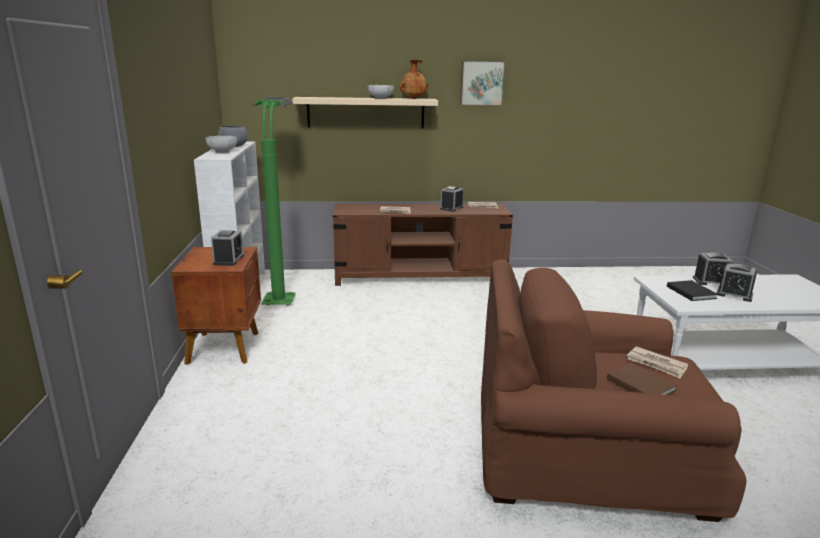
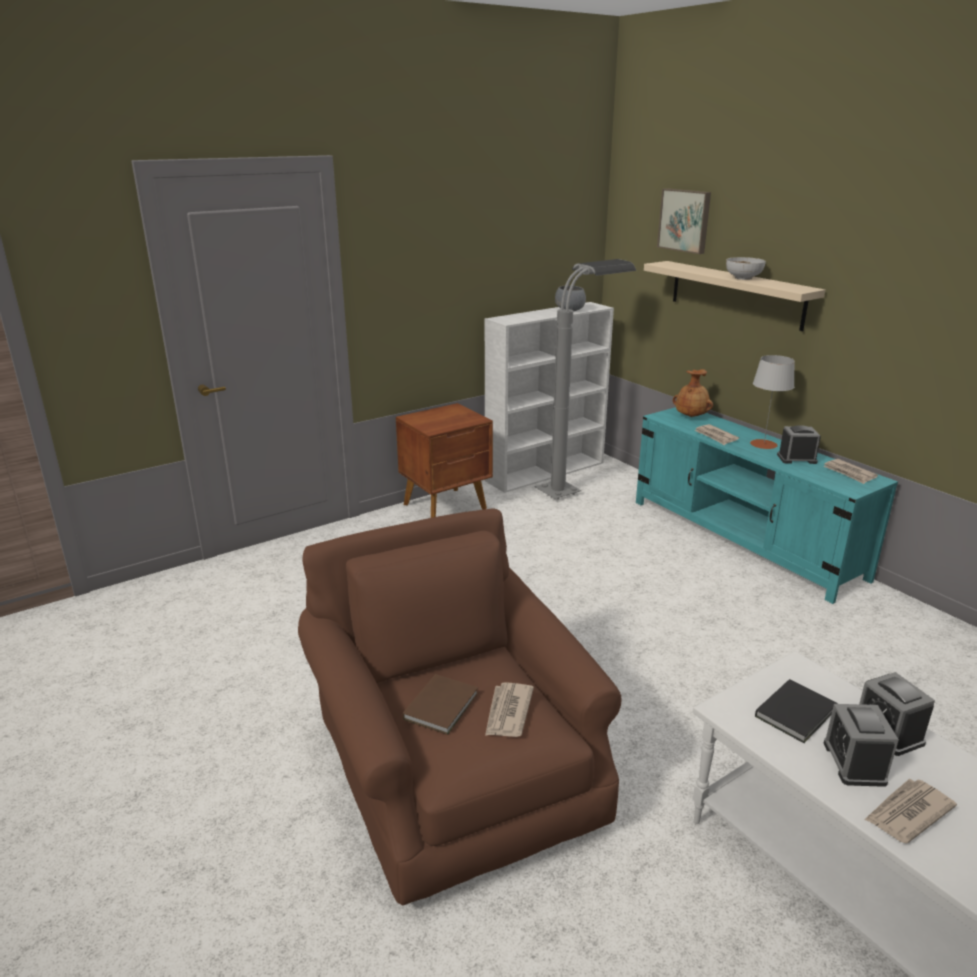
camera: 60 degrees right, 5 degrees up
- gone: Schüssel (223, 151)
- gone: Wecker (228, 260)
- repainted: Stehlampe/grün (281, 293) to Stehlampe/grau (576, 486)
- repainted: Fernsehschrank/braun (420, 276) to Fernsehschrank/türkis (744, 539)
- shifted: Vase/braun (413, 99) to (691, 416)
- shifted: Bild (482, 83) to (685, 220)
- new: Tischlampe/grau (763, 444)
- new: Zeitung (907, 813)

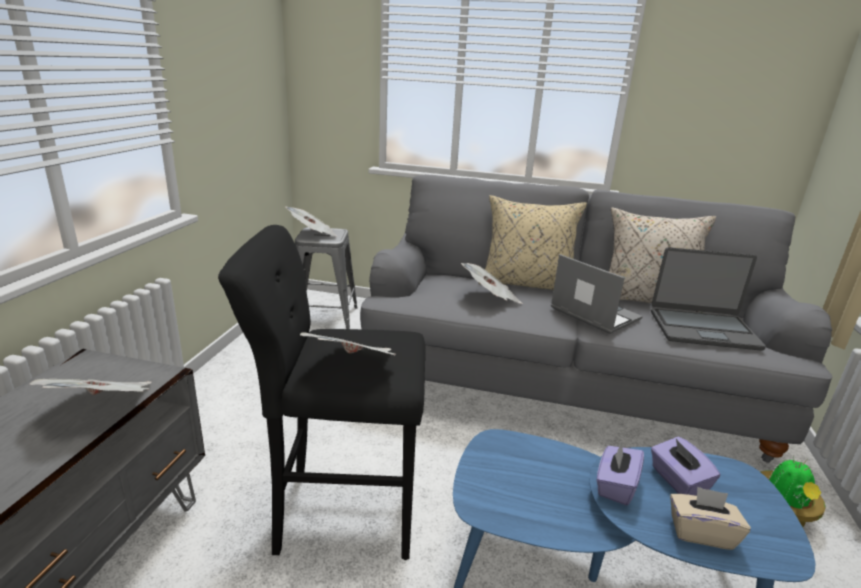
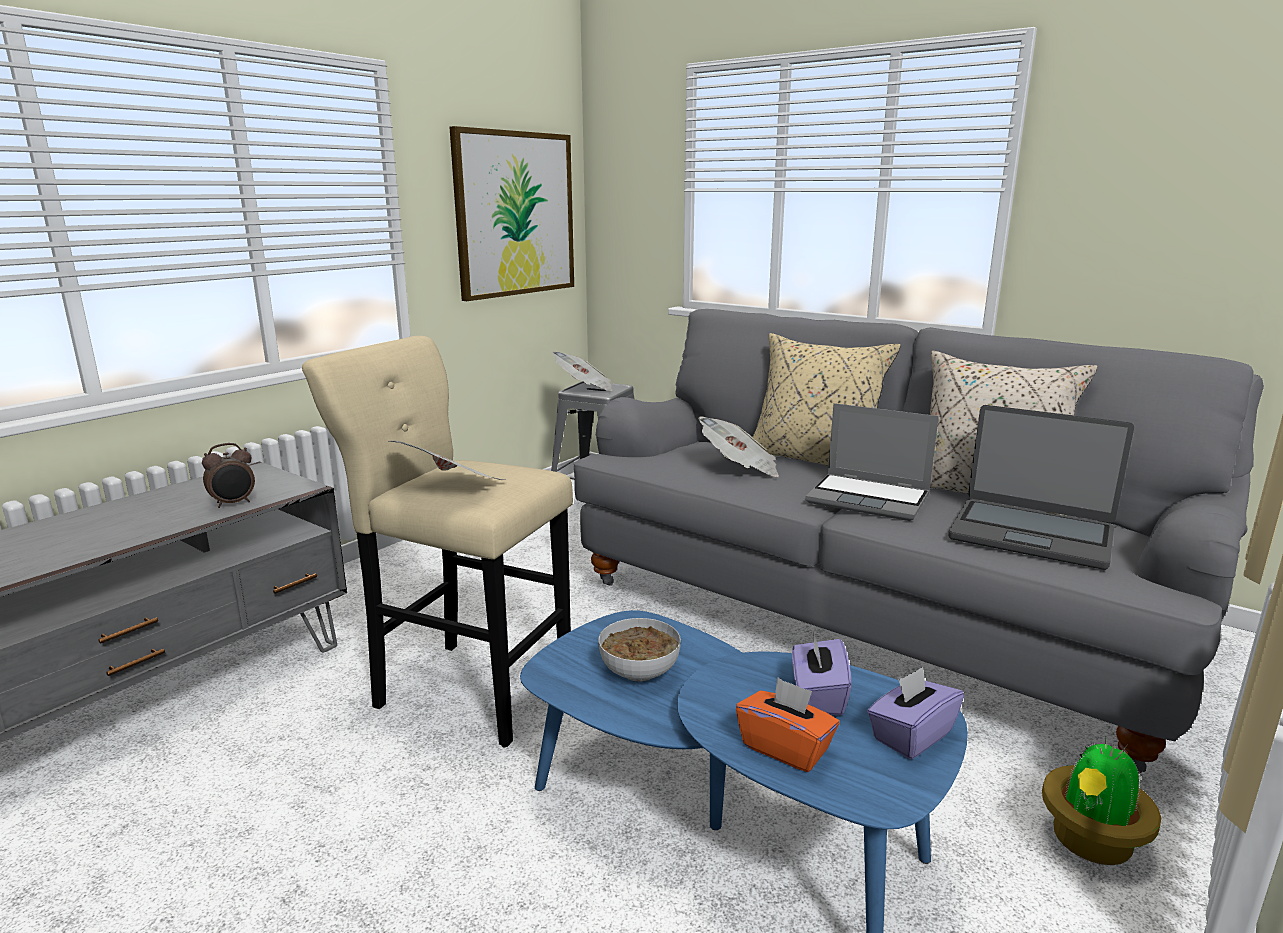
camera: 25 degrees right, 5 degrees down
- swapped: Zeitung (104, 407) to Wecker (234, 503)
- repainted: Hocker/schwarz (339, 513) to Hocker/beige (466, 689)
- rotated: Laptop (593, 314) = (870, 499) 135 degrees clockwise
- shifted: Taschentuchbox/lila (615, 486) to (911, 735)
- repainted: Taschentuchbox/beige (700, 532) to Taschentuchbox/orange (785, 748)
- new: Bild (515, 214)
- new: Schüssel (639, 672)

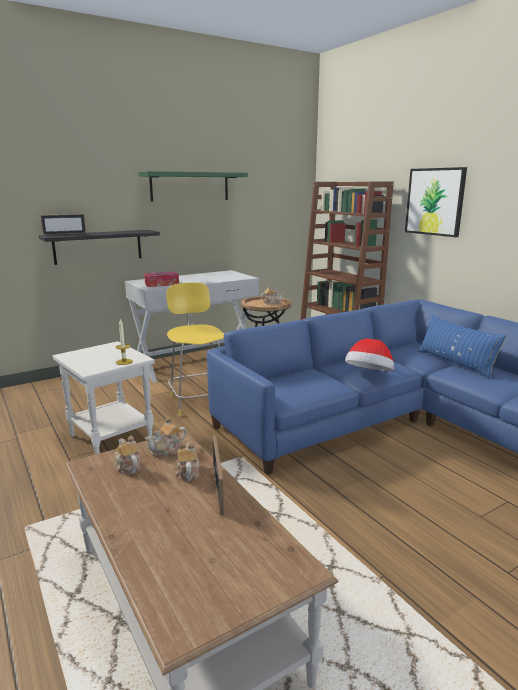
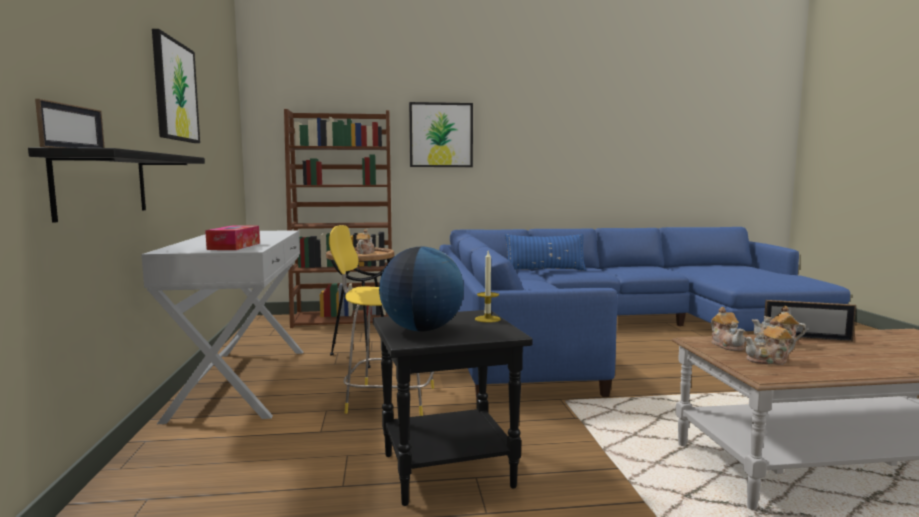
camera: 65 degrees left, 10 degrees down
- repainted: Beistelltisch/weiß (112, 438) to Beistelltisch/schwarz (448, 469)
- swapped: Wandregal/grün (190, 186) to Bild (174, 91)
- gone: Hut (369, 375)
- new: Globus (422, 330)

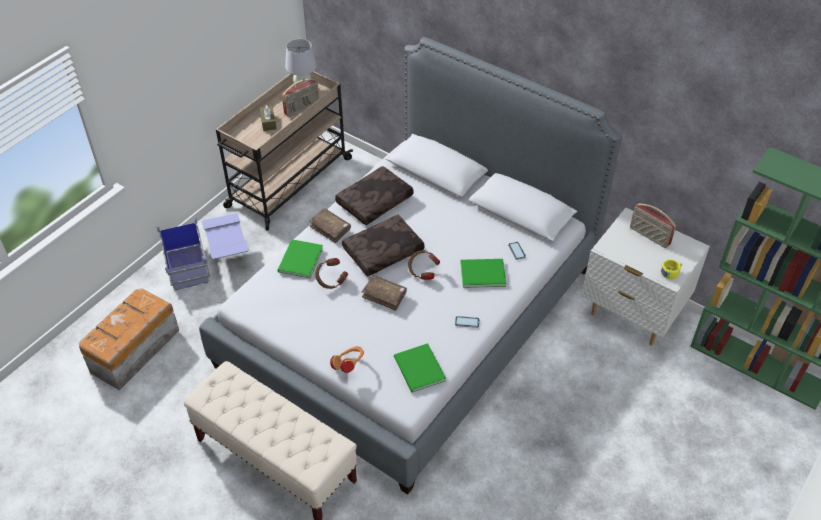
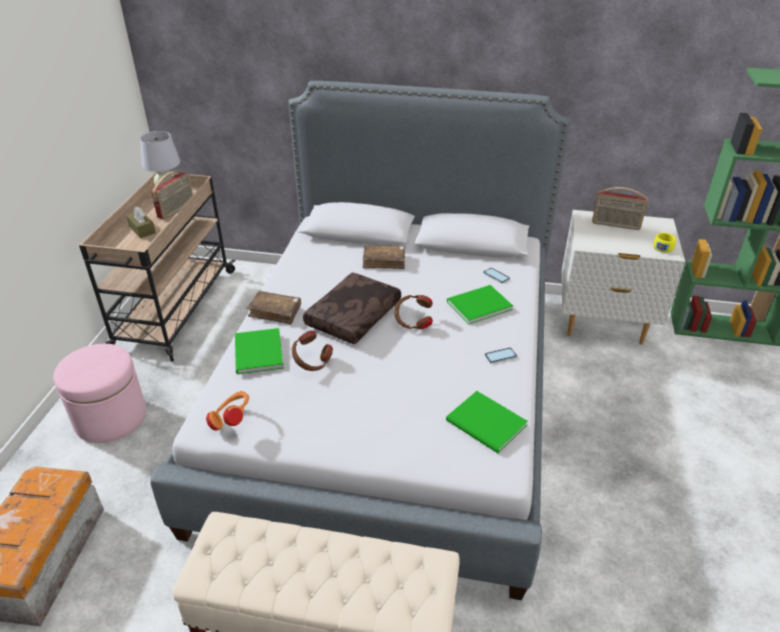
camera: 25 degrees left, 10 degrees down
- swapped: Aufbewahrungsbox/blau (208, 263) to Polsterhocker/rosa (110, 418)
- shifted: Kopfhörer/orange (349, 365) to (232, 420)
- gone: Kissen/braun (375, 202)
- shifted: Buch/braun (384, 295) to (384, 261)

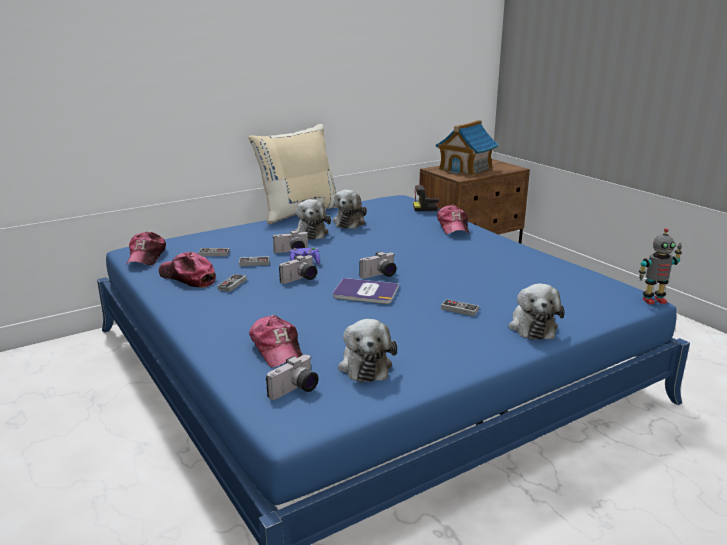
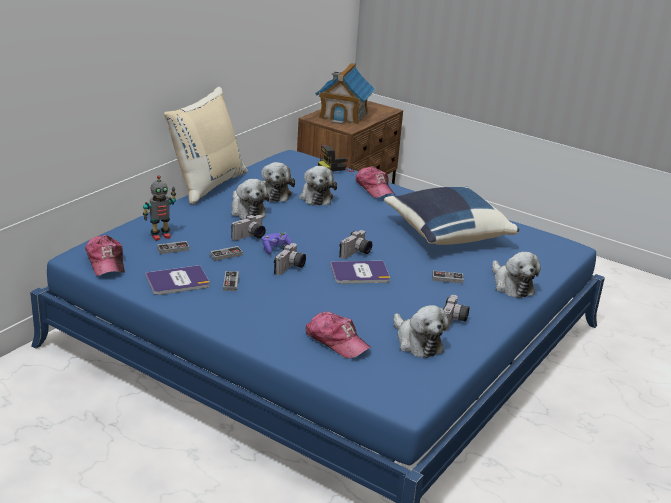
camera: 25 degrees left, 5 degrees up
- swapped: Kappe (187, 277) to Buch (177, 281)
- shifted: Kamera (295, 390) to (454, 322)
- shifted: Spielzeugroboter (653, 300) to (160, 236)
- new: Plüschtier (316, 197)
- new: Kissen/blau (446, 234)

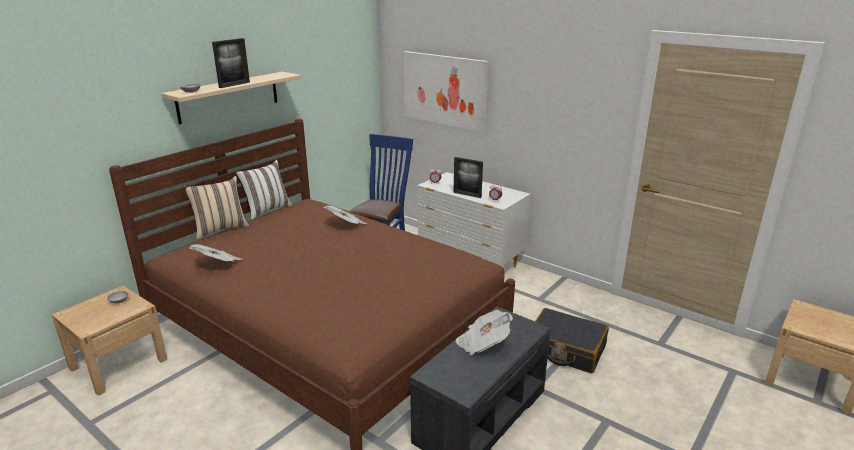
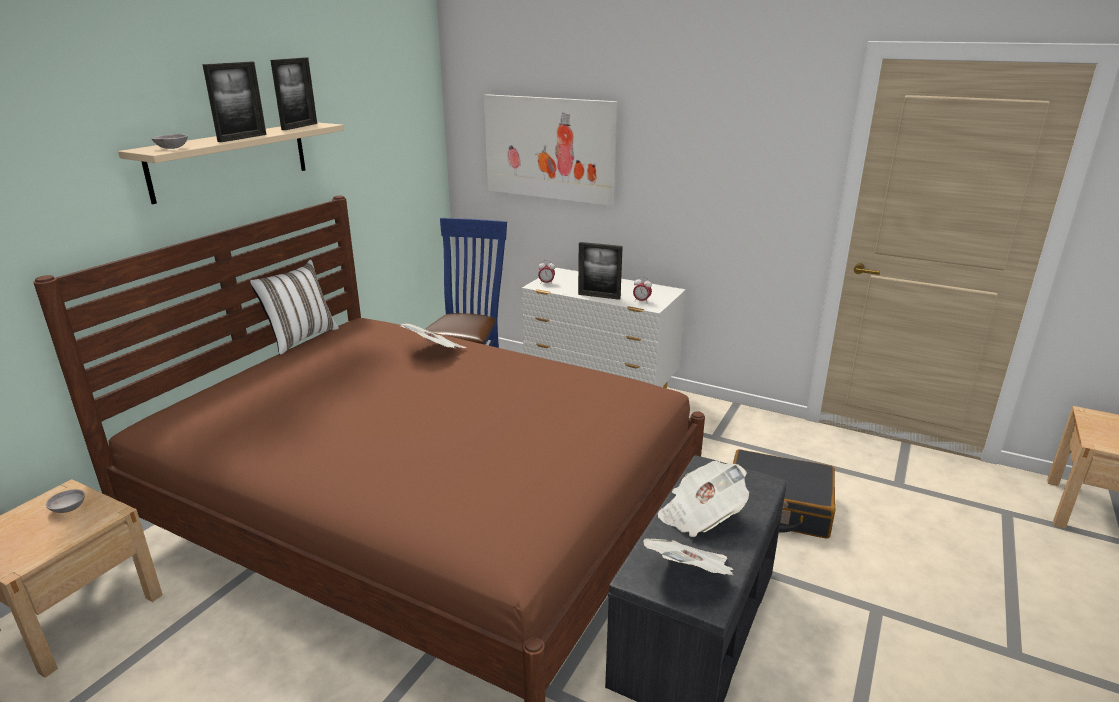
camera: 10 degrees left, 0 degrees up
- gone: Kissen/beige (220, 229)
- shifted: Zeitung (218, 264) to (690, 575)
- new: Bilderrahmen (299, 126)

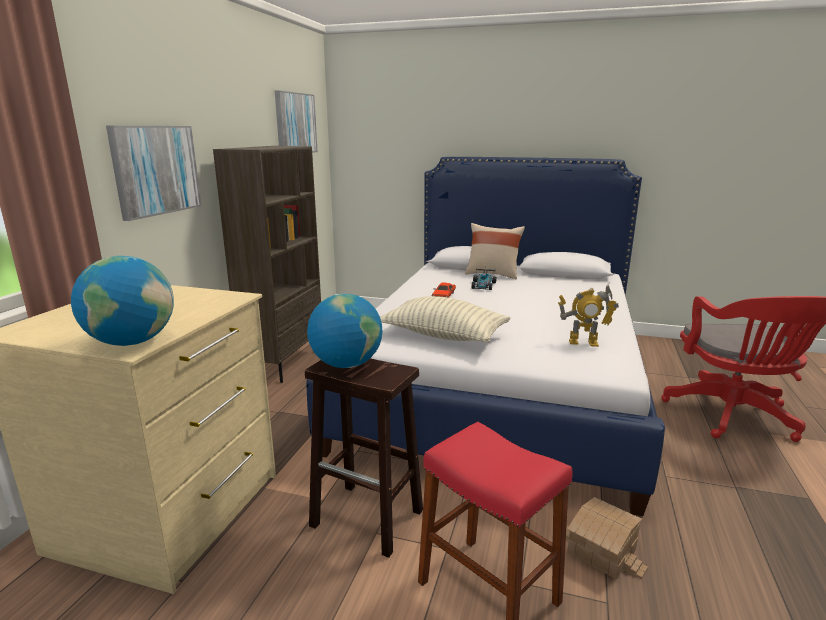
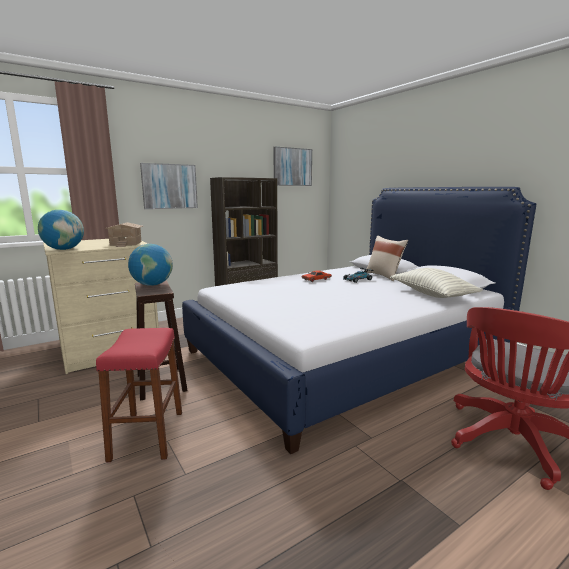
camera: 40 degrees right, 5 degrees down
- shifted: Kissen (443, 336) to (432, 294)
- gone: Spielzeugroboter (583, 343)
- shifted: Spielzeughaus (601, 552) to (125, 243)

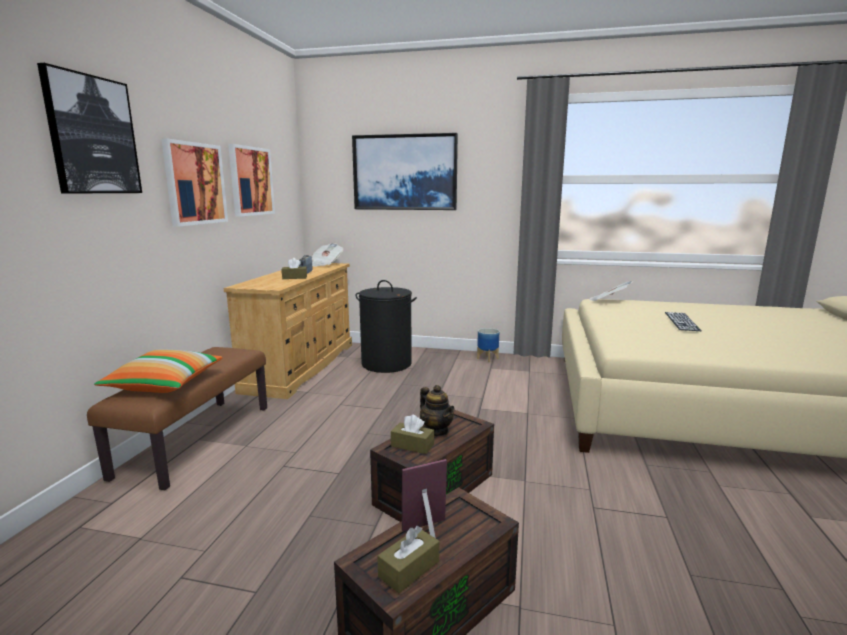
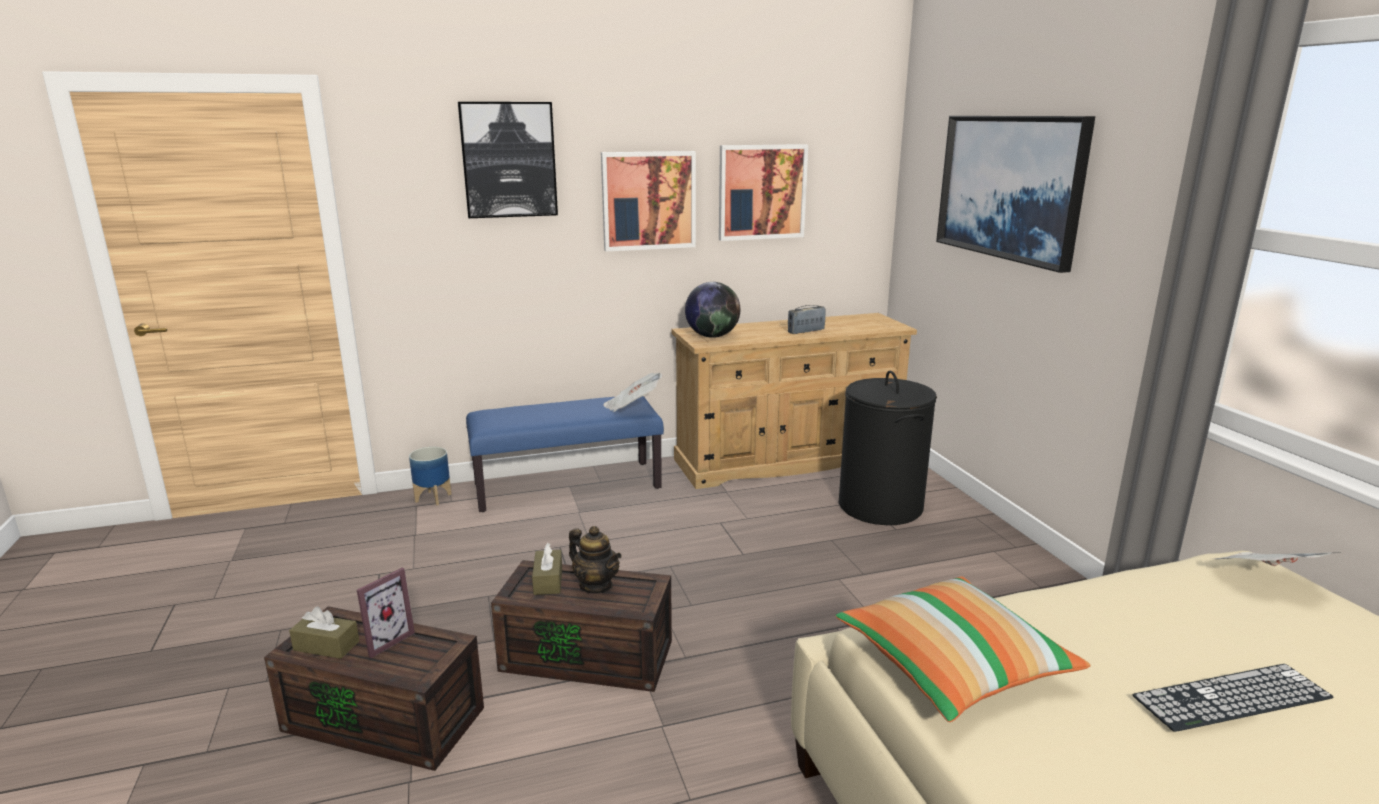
camera: 60 degrees right, 5 degrees up
- repainted: Bank/braun (196, 440) to Bank/blau (568, 485)
- shifted: Kissen (165, 384) to (952, 667)
- gone: Taschentuchbox/braun (294, 277)
- shifted: Zeitung (325, 264) to (632, 407)
- rotated: Bilderrahmen (428, 532) = (384, 640) 90 degrees clockwise
- rotated: Teekanne (436, 431) = (596, 585) 75 degrees counterclockwise
- shifted: Pflanzkübel (487, 358) to (433, 498)
- new: Globus (712, 336)

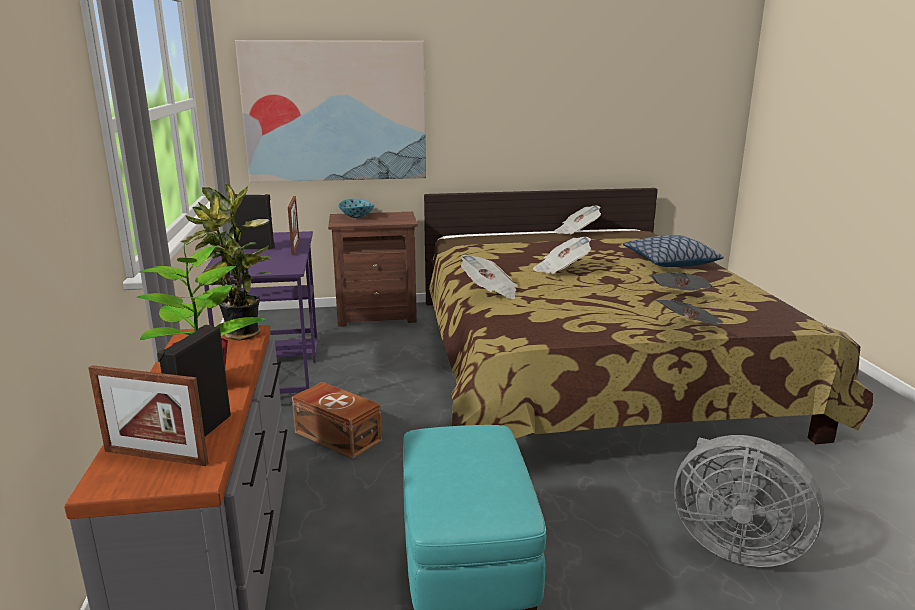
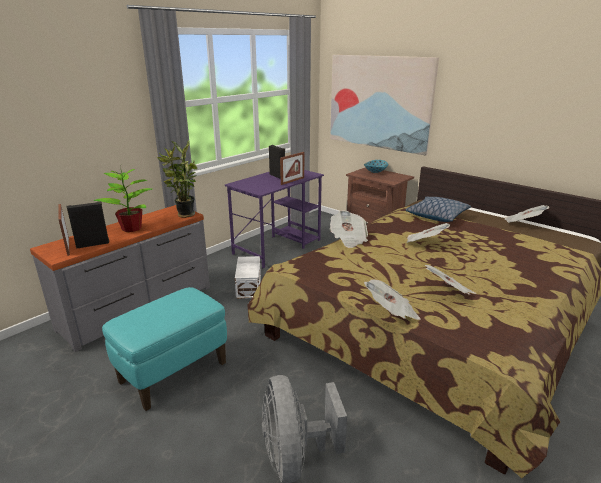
camera: 50 degrees right, 5 degrees up
- repainted: Aufbewahrungsbox/braun (338, 435) to Aufbewahrungsbox/weiß (249, 286)
- shifted: Kissen (670, 262) to (436, 215)

